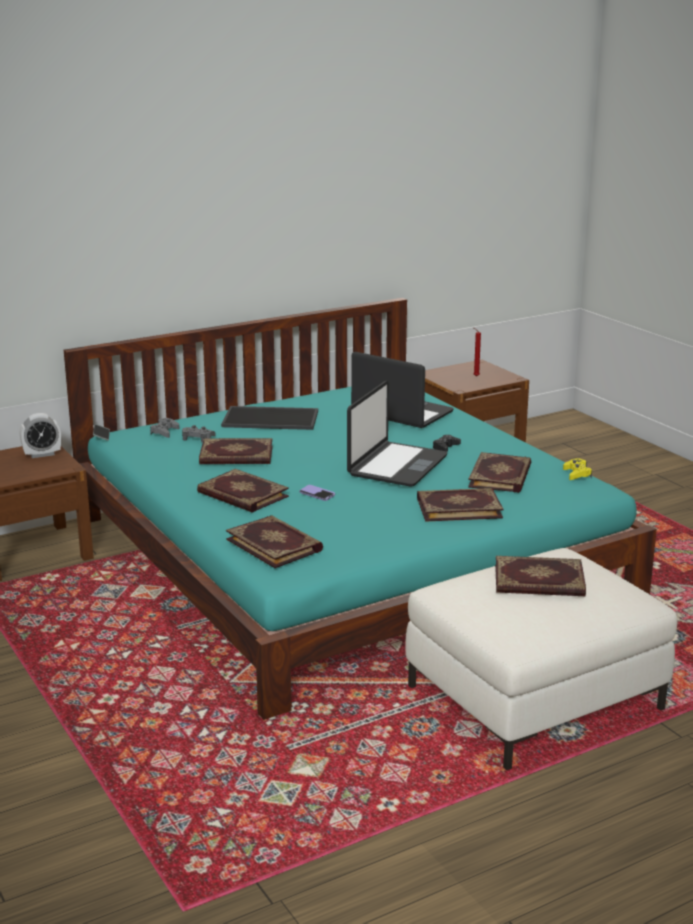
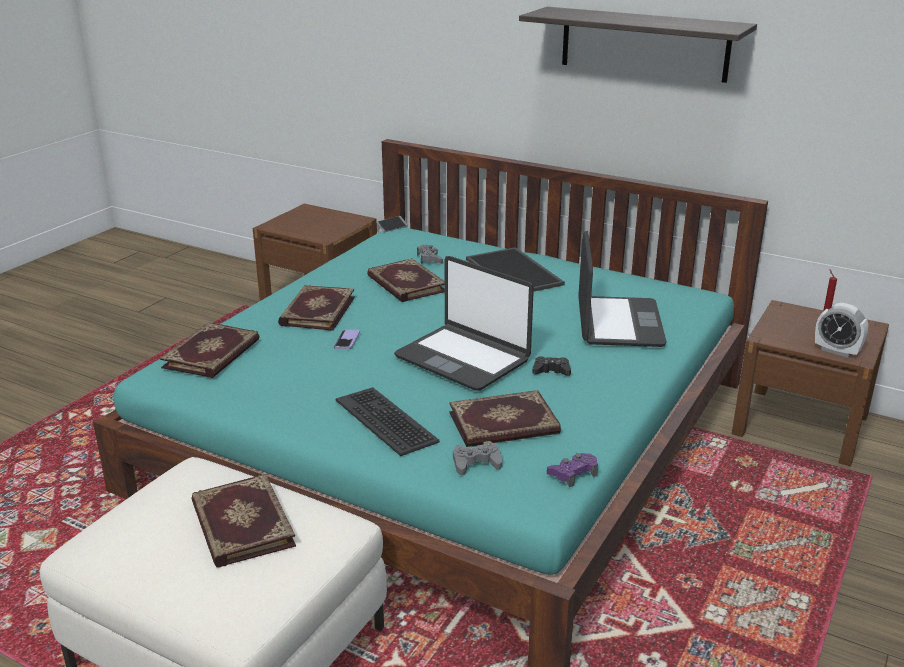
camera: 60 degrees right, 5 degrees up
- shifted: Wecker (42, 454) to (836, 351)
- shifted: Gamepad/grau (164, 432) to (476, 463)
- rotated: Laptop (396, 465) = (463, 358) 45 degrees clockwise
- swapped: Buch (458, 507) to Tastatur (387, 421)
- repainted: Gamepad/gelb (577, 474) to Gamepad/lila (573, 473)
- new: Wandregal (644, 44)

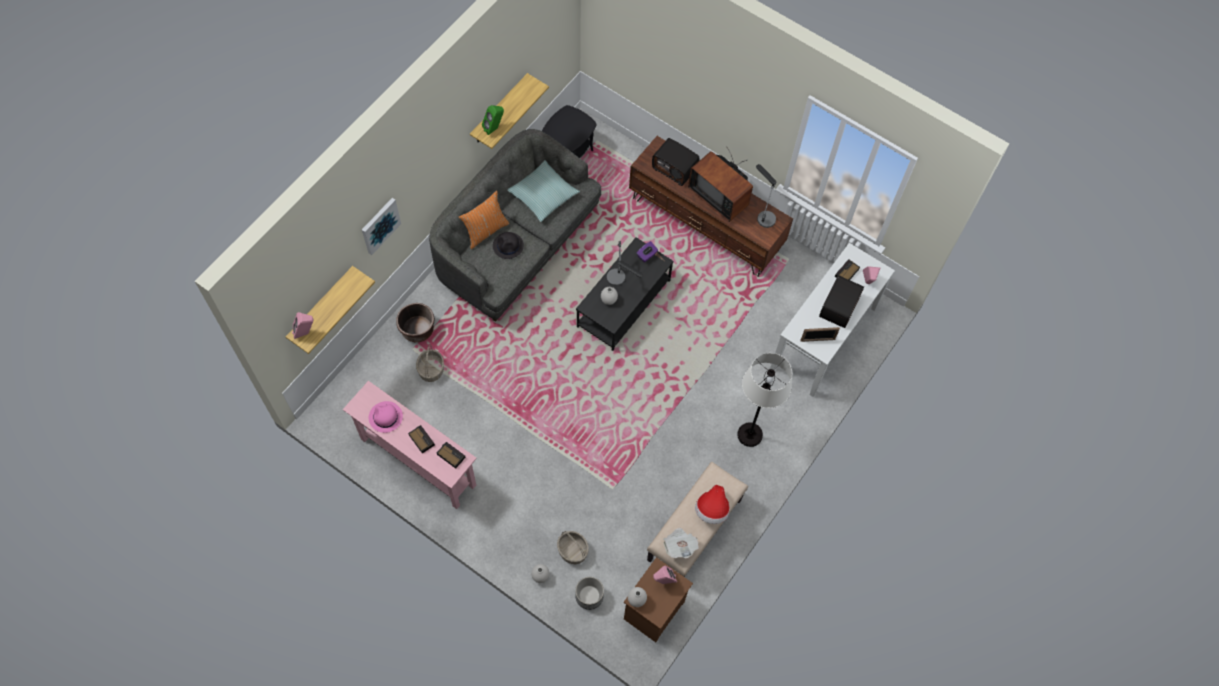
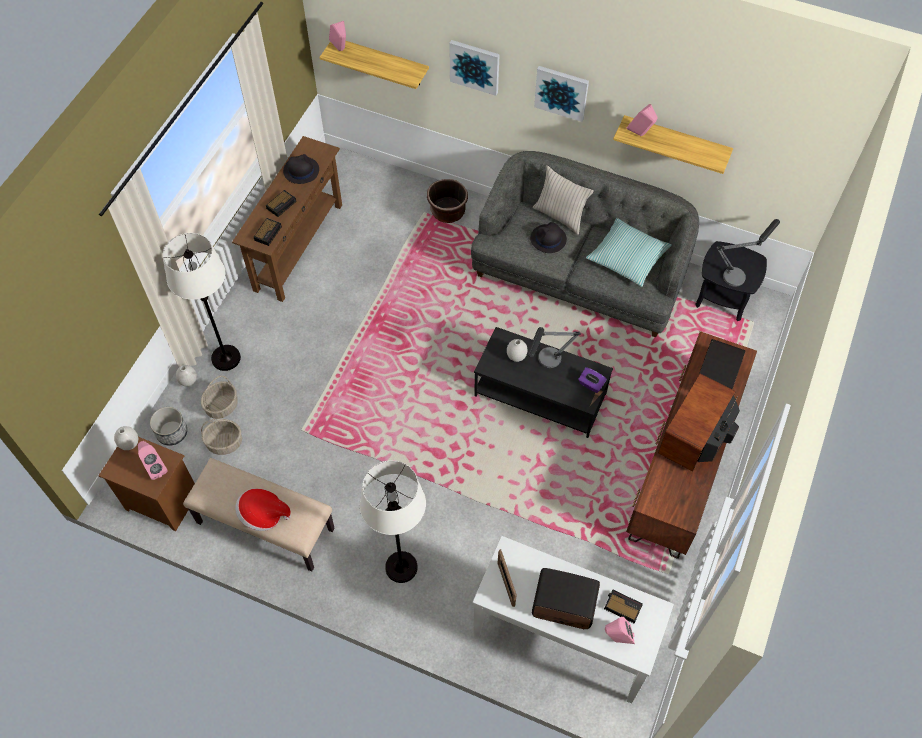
camera: 80 degrees right, 5 degrees down
- repainted: Konsolentisch/rosa (417, 462) to Konsolentisch/braun (298, 247)
- repainted: Hut/rosa (385, 417) to Hut/schwarz (301, 170)
- shifted: Korb (431, 369) to (225, 442)
- repainted: Kissen/orange (485, 231) to Kissen/beige (560, 215)
- repainted: Lautsprecher/grün (494, 128) to Lautsprecher/rosa (640, 134)
- gone: Zeitung (679, 545)
- shifted: Tischlampe (763, 215) to (738, 273)
- new: Stehlampe/weiß (225, 358)
- new: Bild (561, 92)

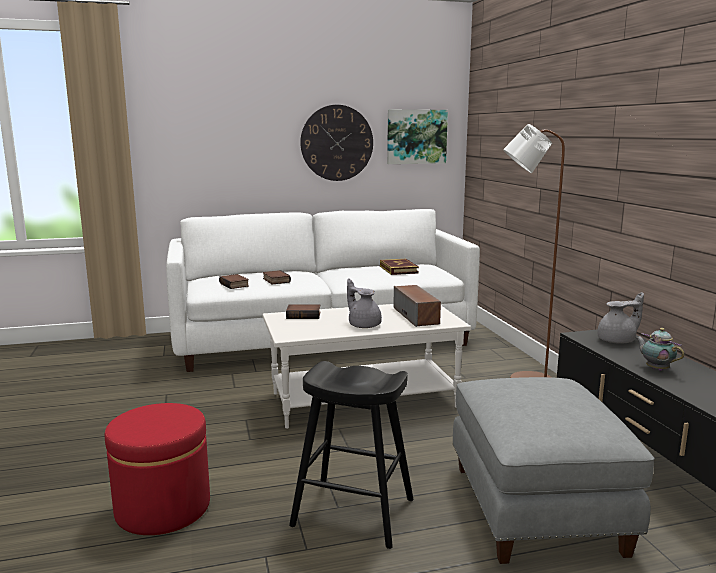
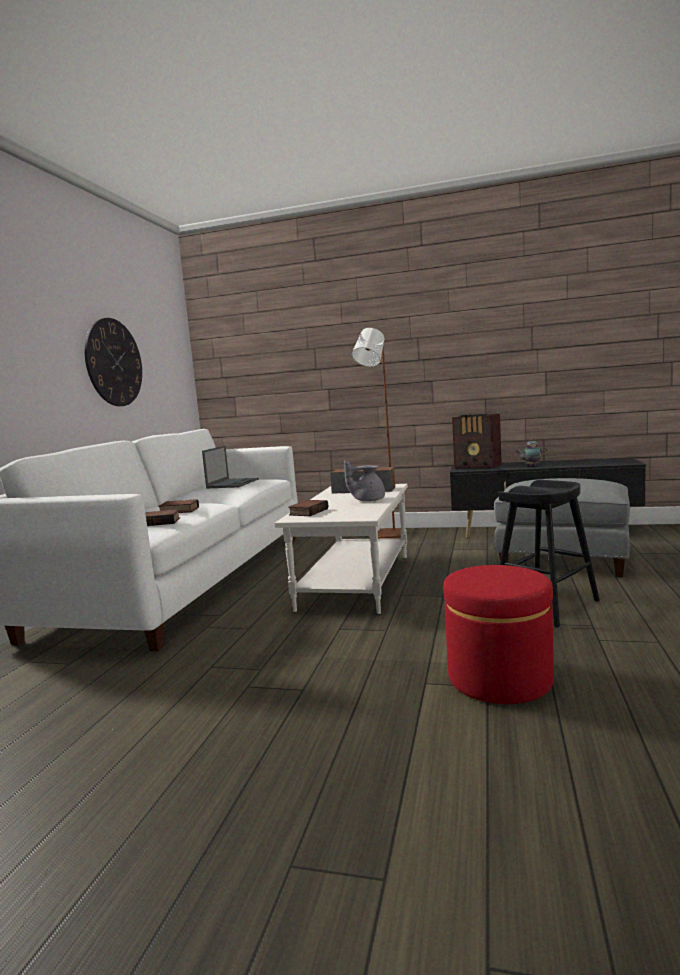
camera: 60 degrees left, 5 degrees down
- swapped: Buch (398, 269) to Laptop (233, 483)
- gone: Bild (416, 136)
- swapped: Teekanne/grau (618, 341) to Radio (478, 466)

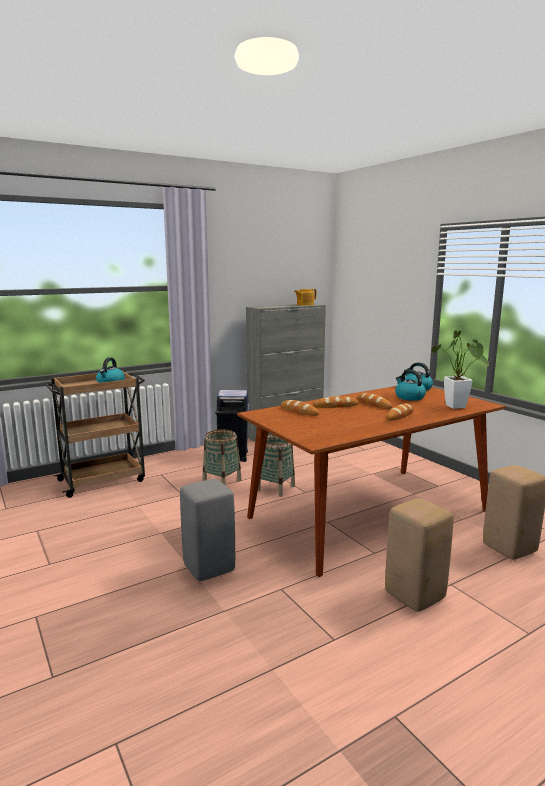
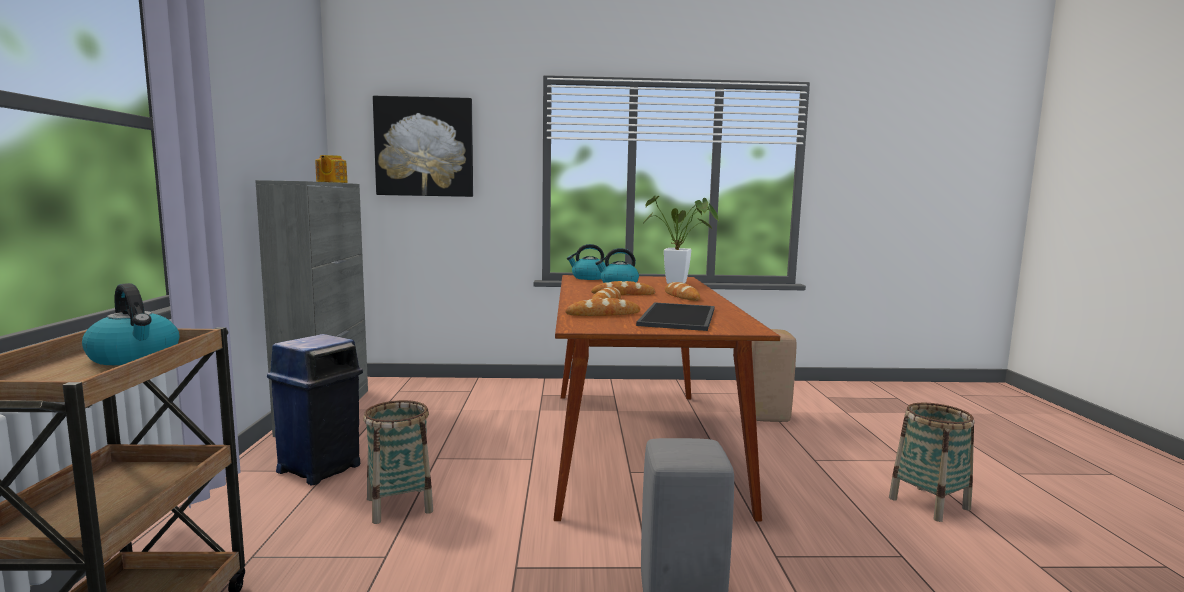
camera: 60 degrees left, 5 degrees down
- shifted: Korb (276, 488) to (929, 503)
- gone: Hocker/beige (415, 596)
- new: Bild (424, 147)
- new: Tablett (679, 317)

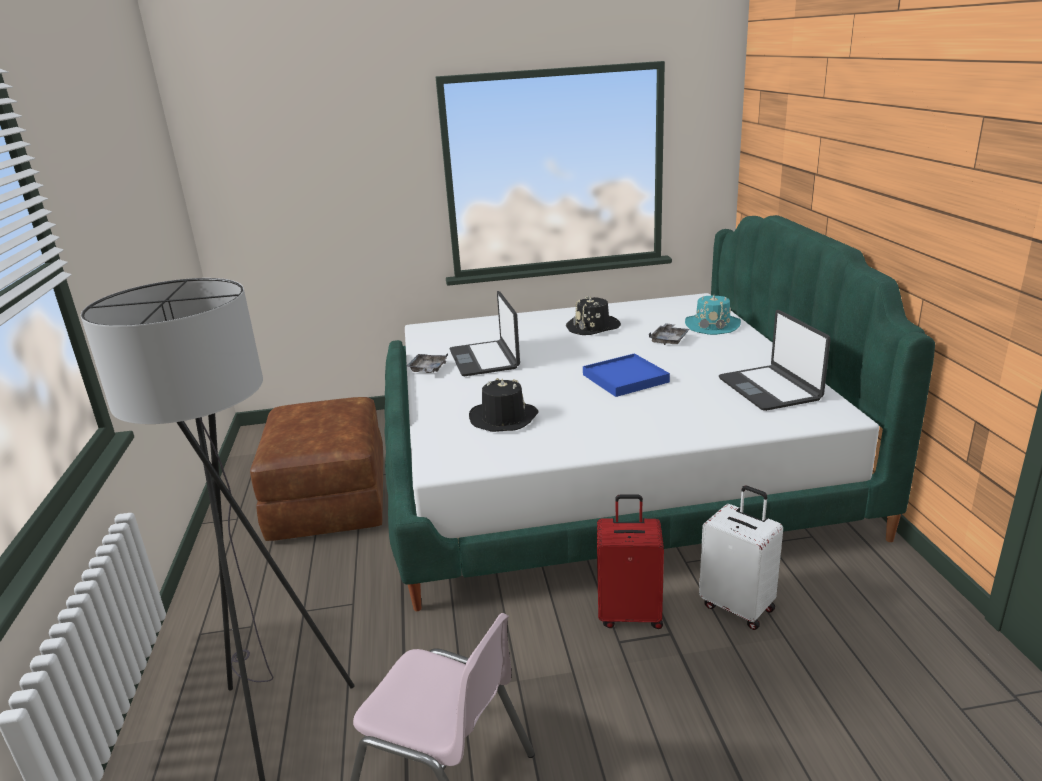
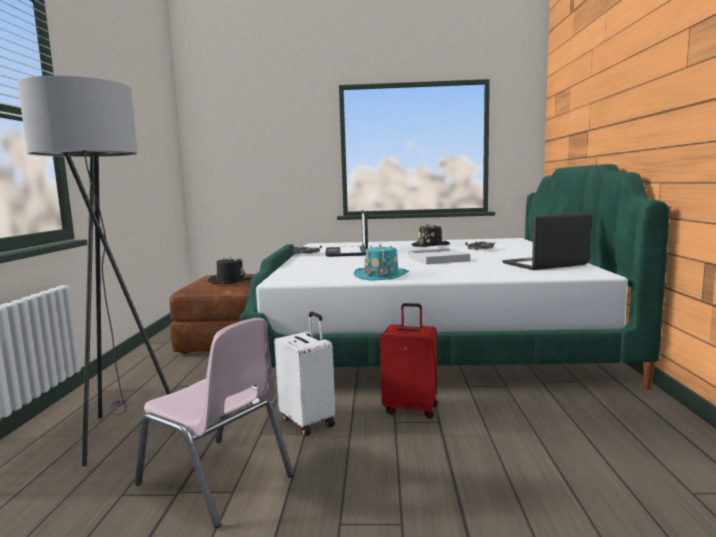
camera: 10 degrees right, 15 degrees down
- shifted: Hut/schwarz (503, 418) to (230, 281)
- repainted: Tablett/blau (625, 378) to Tablett/weiß (439, 259)
- shifted: Hut/türkis (712, 325) to (382, 275)
- shifted: Koffer/weiß (738, 606) to (308, 421)
- rotated: Laptop (770, 389) = (545, 264) 75 degrees clockwise

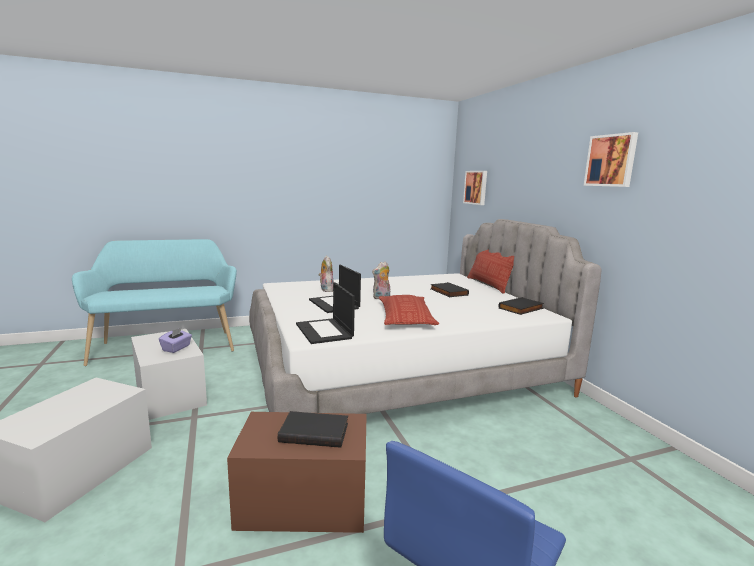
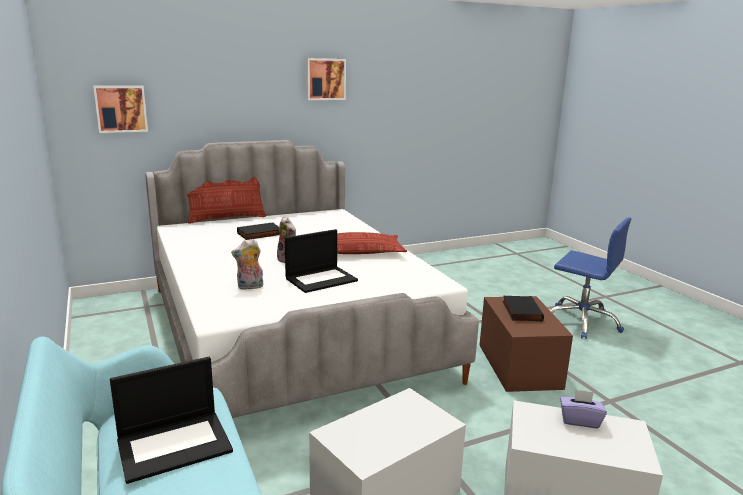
camera: 95 degrees left, 5 degrees up
- shifted: Taschentuchbox/lila (176, 348) to (579, 420)
- shifted: Laptop (325, 331) to (175, 444)
- gone: Buch/schwarz (521, 309)

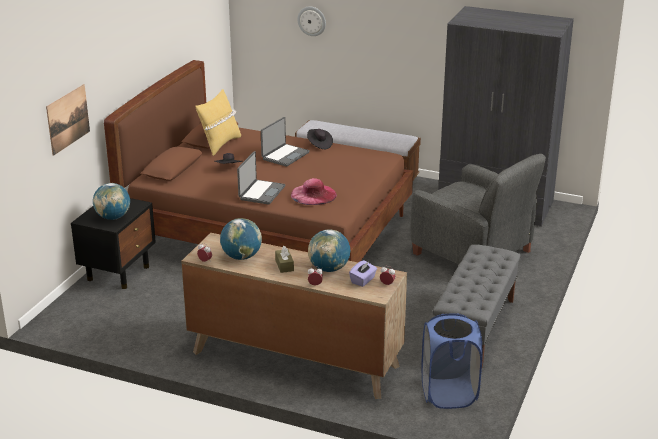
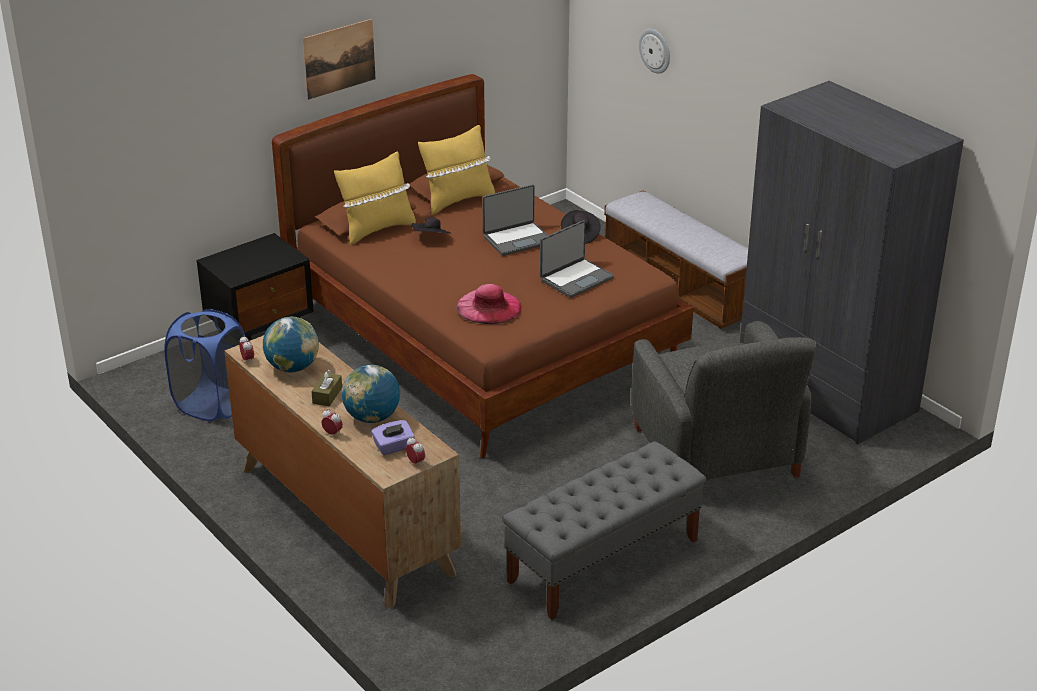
camera: 30 degrees right, 5 degrees up
- shifted: Bild (68, 119) to (339, 58)
- gone: Globus (113, 217)
- shifted: Laptop (261, 193) to (576, 278)
- shifted: Wäschekorb/blau (448, 394) to (212, 404)
- new: Kissen/gelb (377, 229)

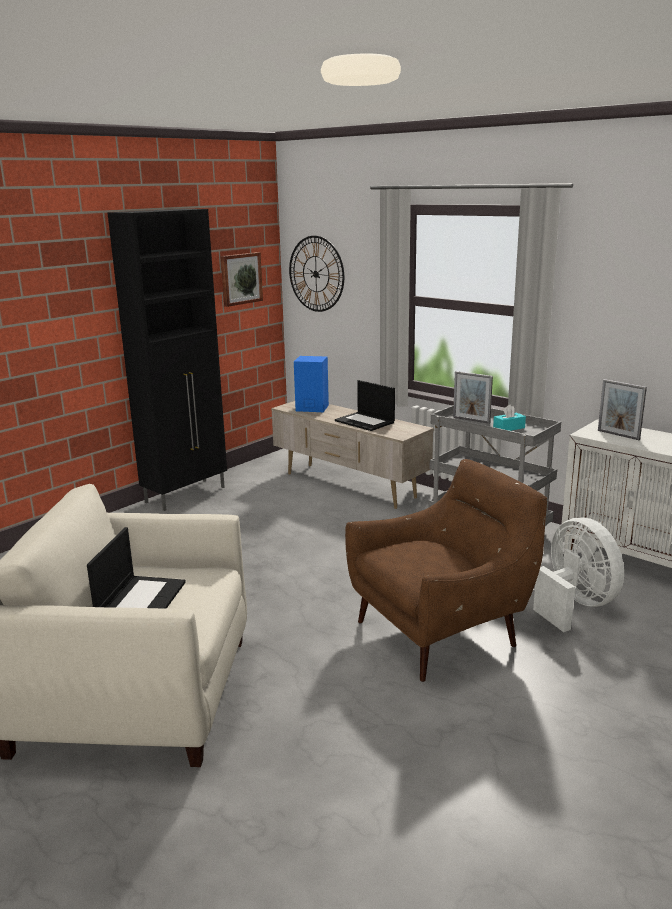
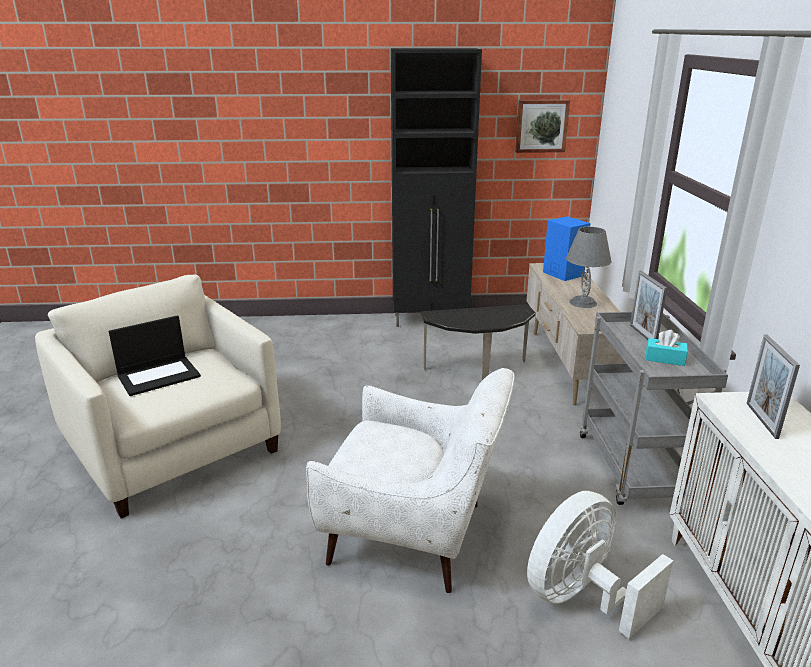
camera: 45 degrees right, 5 degrees up
- gone: Wanduhr (316, 274)
- swapped: Laptop (365, 421) to Tischlampe/grau (583, 302)
- repainted: Sessel/braun (442, 631) to Sessel/weiß (415, 536)
- rotated: Ventilator/weiß (574, 605) = (582, 598) 150 degrees counterclockwise
- new: Beistelltisch (478, 370)

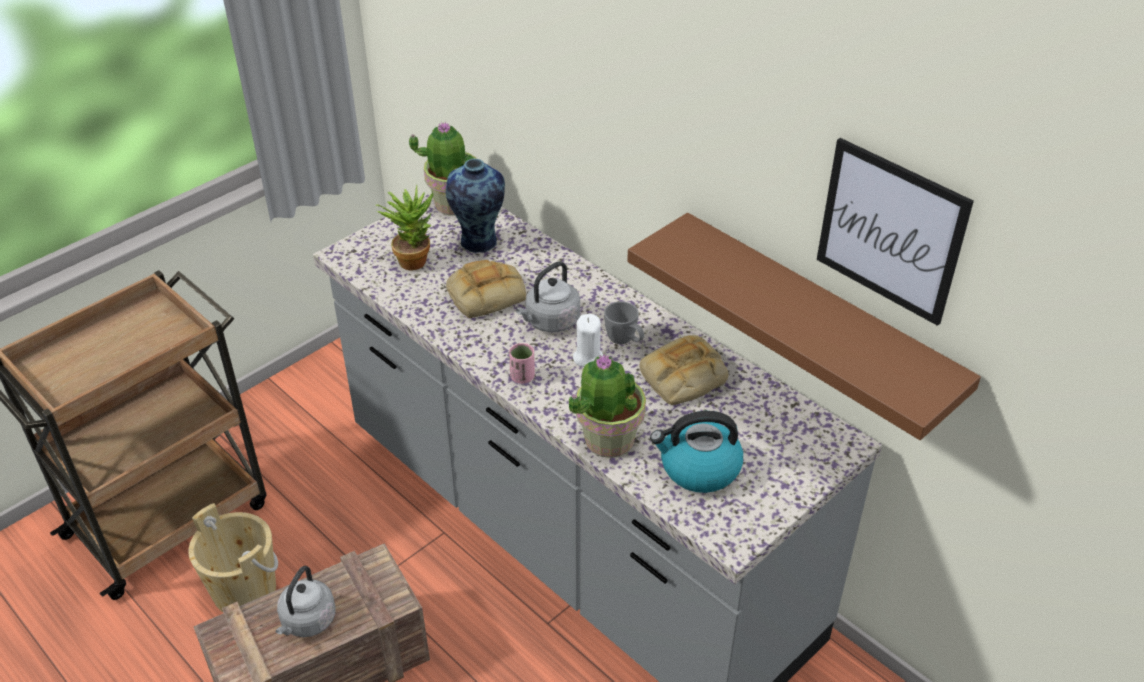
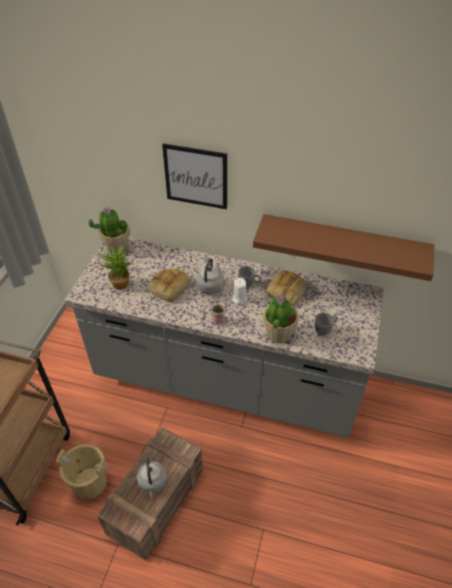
camera: 30 degrees left, 5 degrees up
- gone: Vase (479, 243)
- swapped: Wasserkessel (698, 469) to Henkelbecher/grau (325, 330)
- shifted: Bild (890, 231) to (196, 176)

